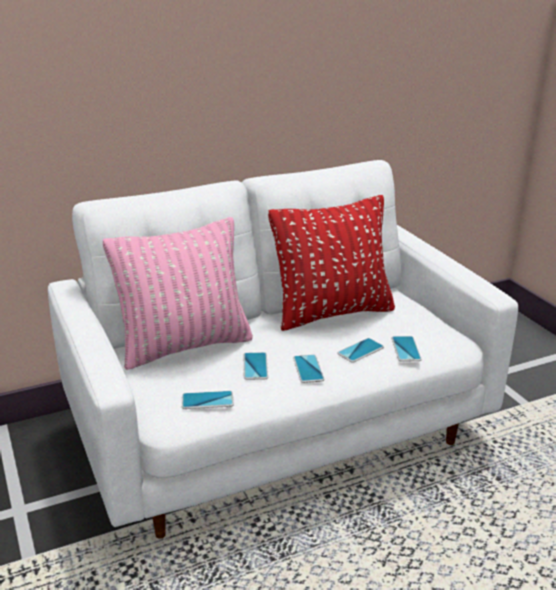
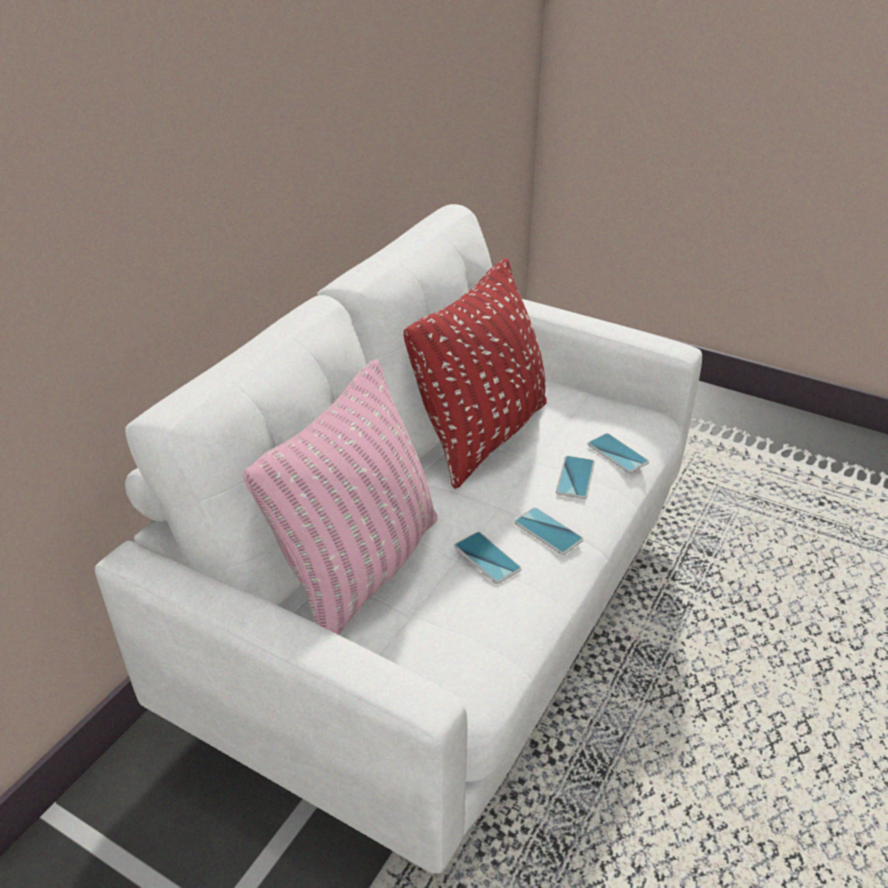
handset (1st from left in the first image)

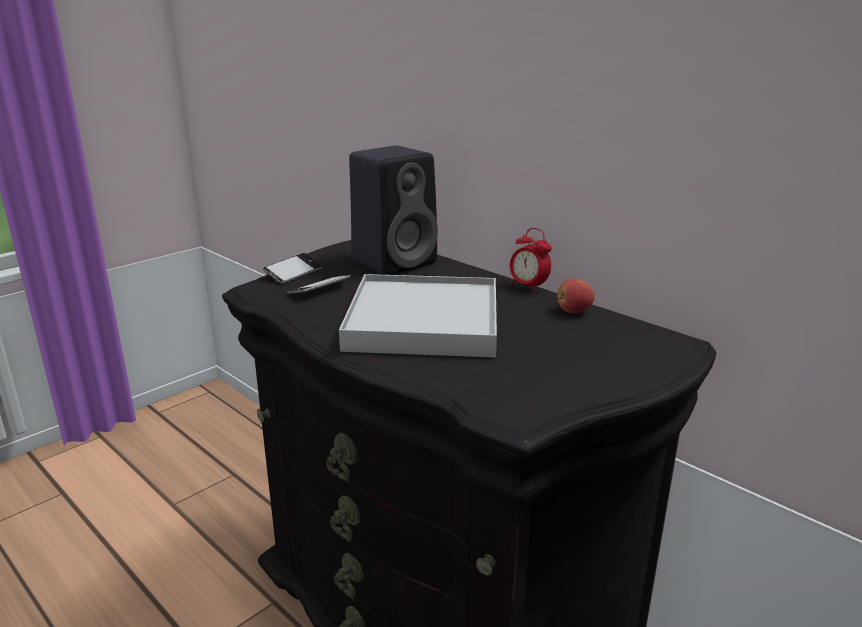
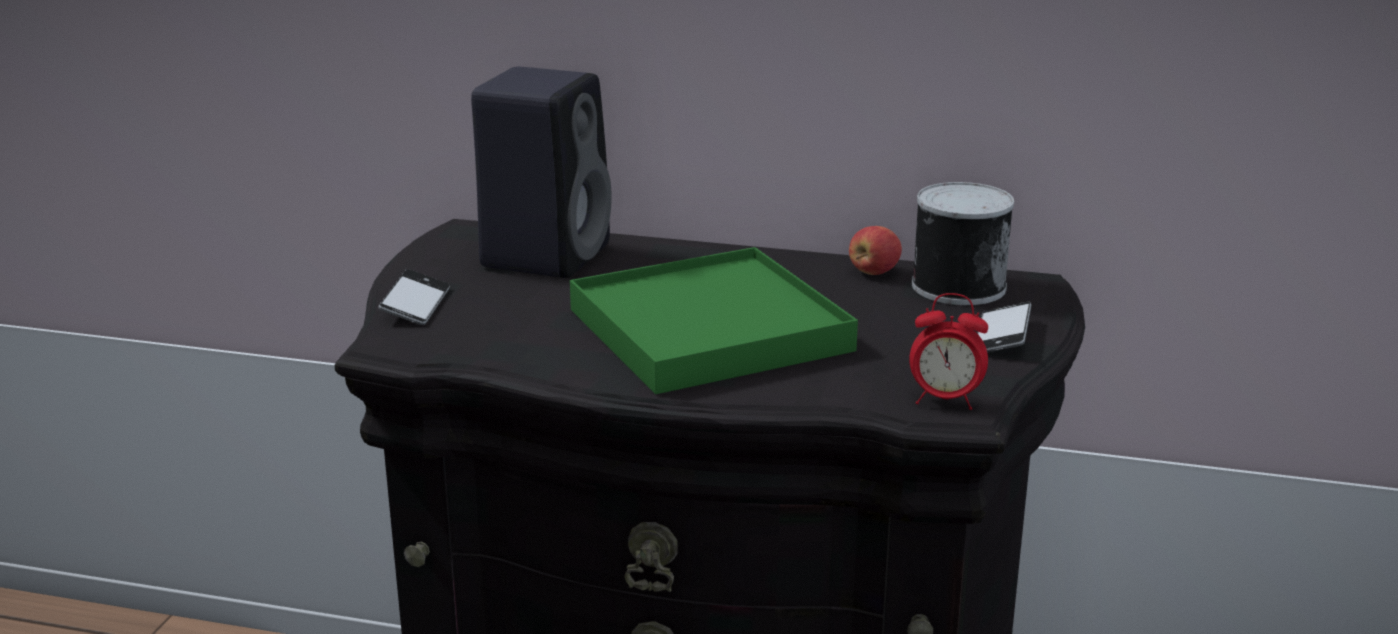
can; handset (2nd from left); table clock; serving tray in green

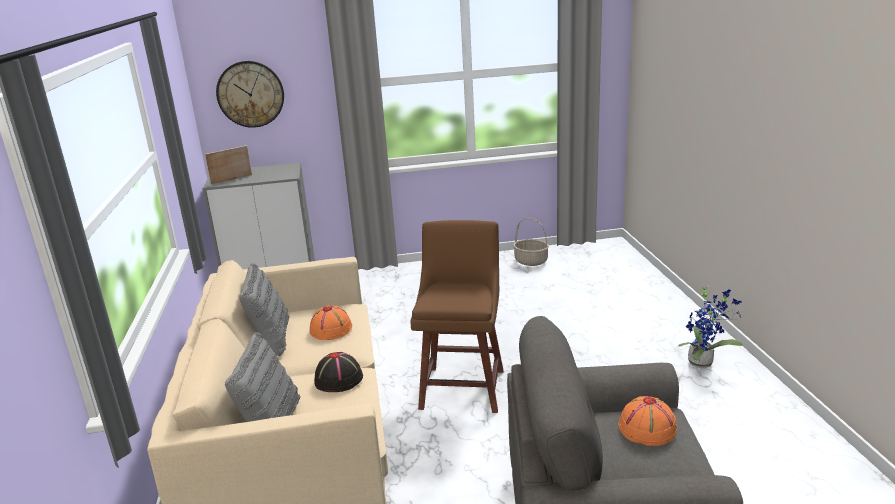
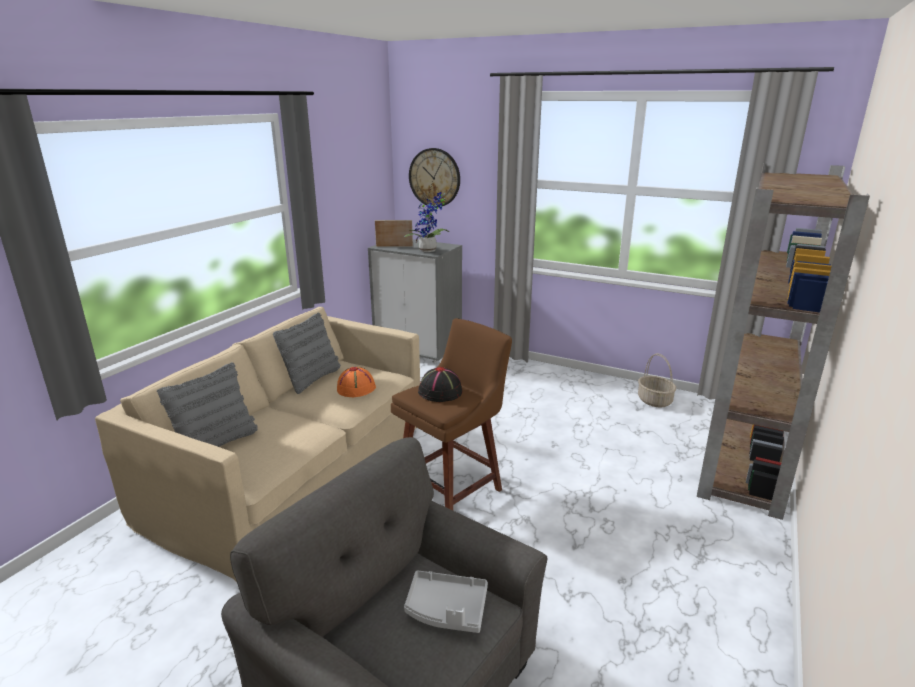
bookcase in brown-coloured; wearable hat in black-coloured; plant in a pot; serving tray in grey

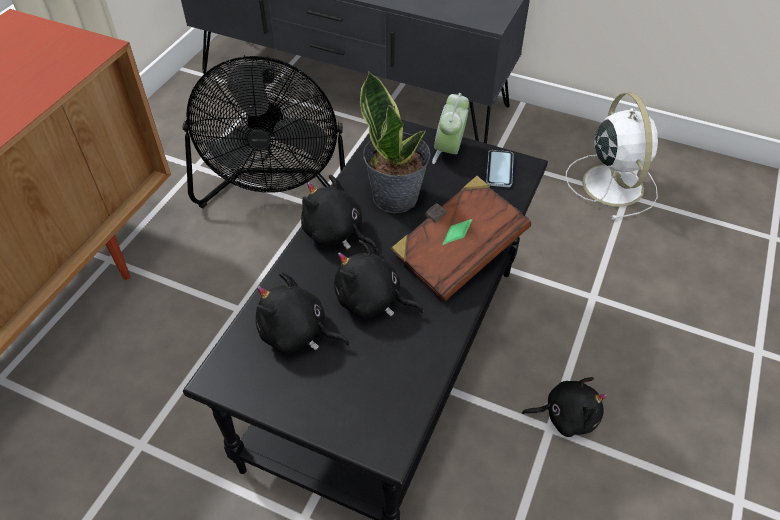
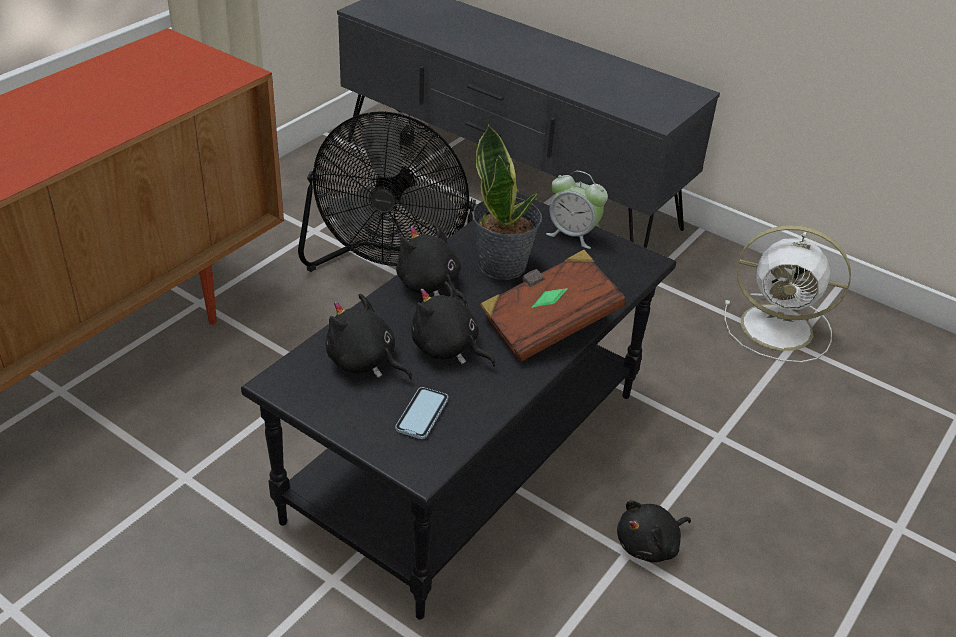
handset; table clock; soft toy in black-coloured (4th from left); cooling fan in white-coloured

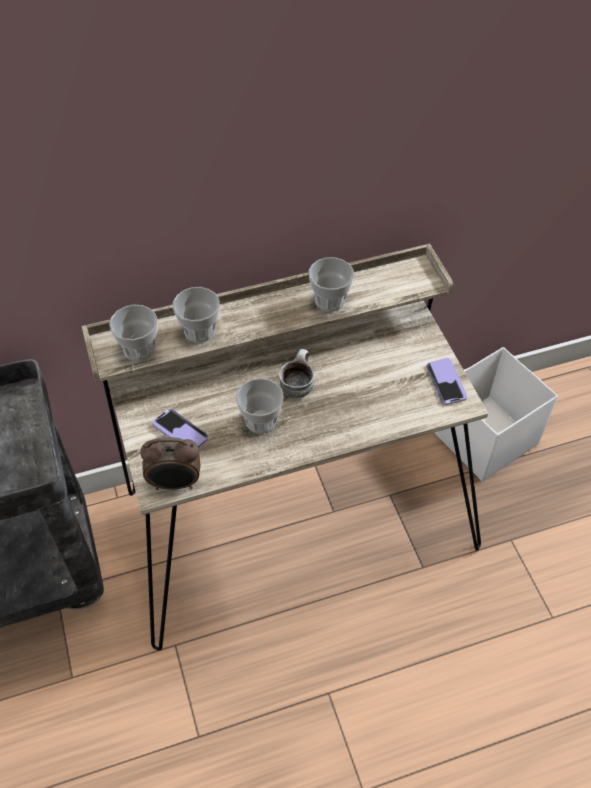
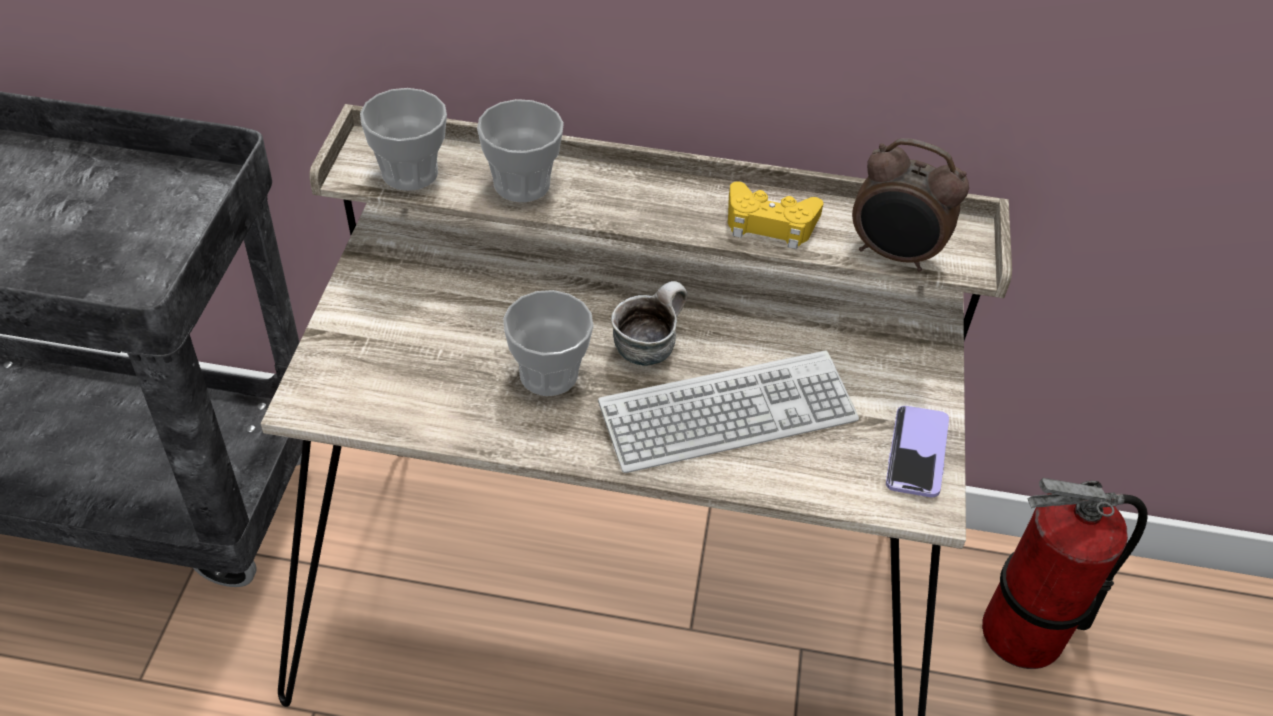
handset (1st from left in the first image); keyboard; table clock; game controller in yellow-coloured; extinguisher

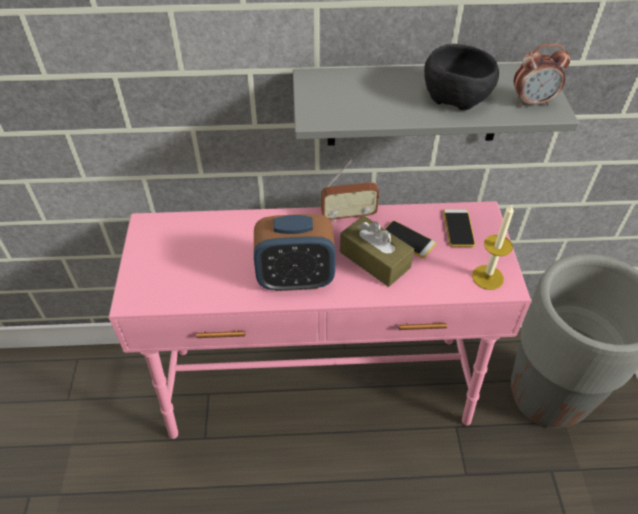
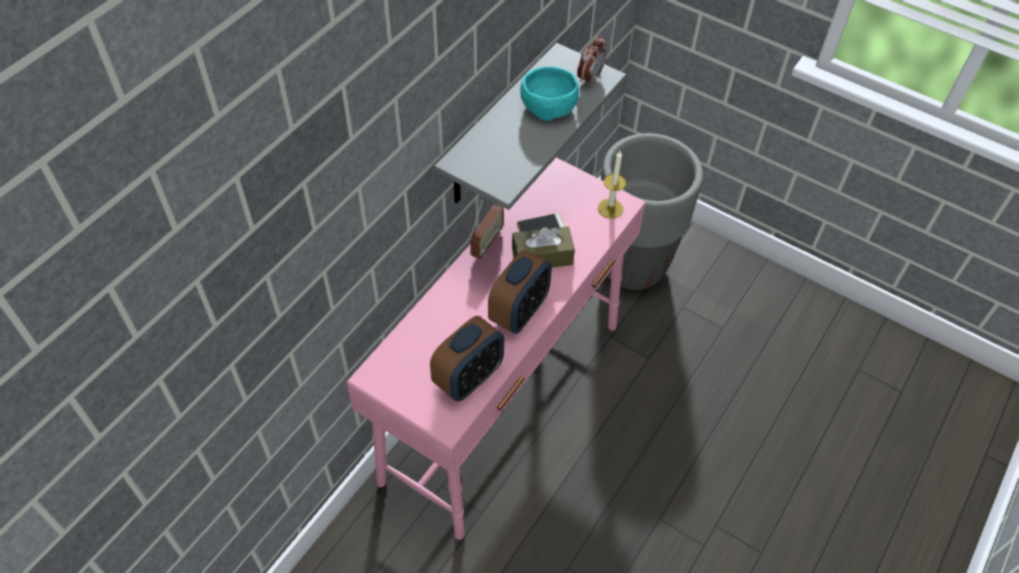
handset (2nd from left in the first image); table clock (1st from left); deep dish in turquoise

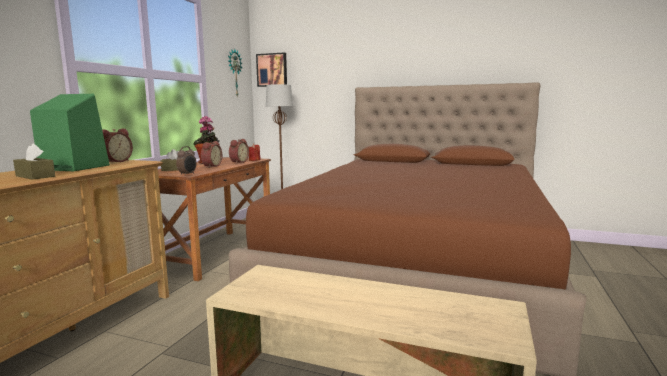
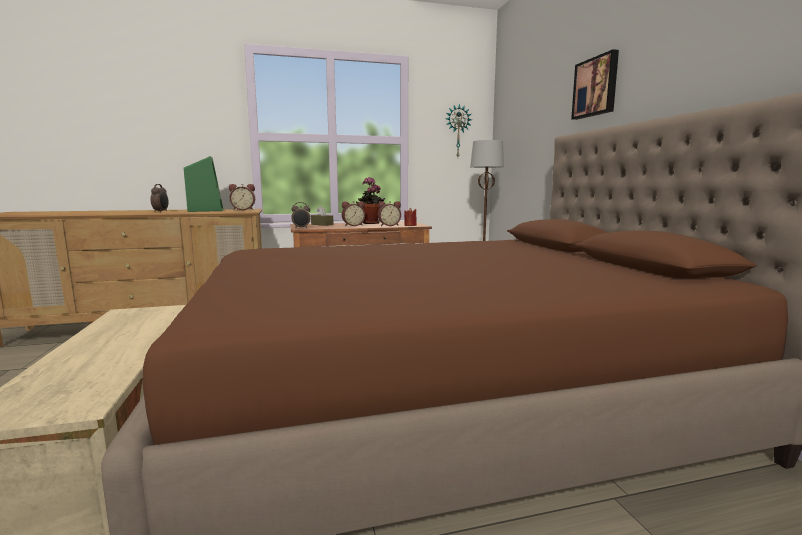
picture; table clock (1st from left)

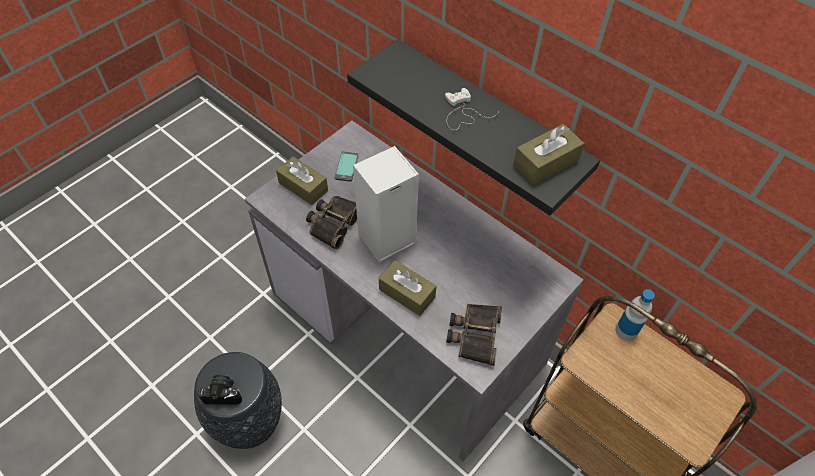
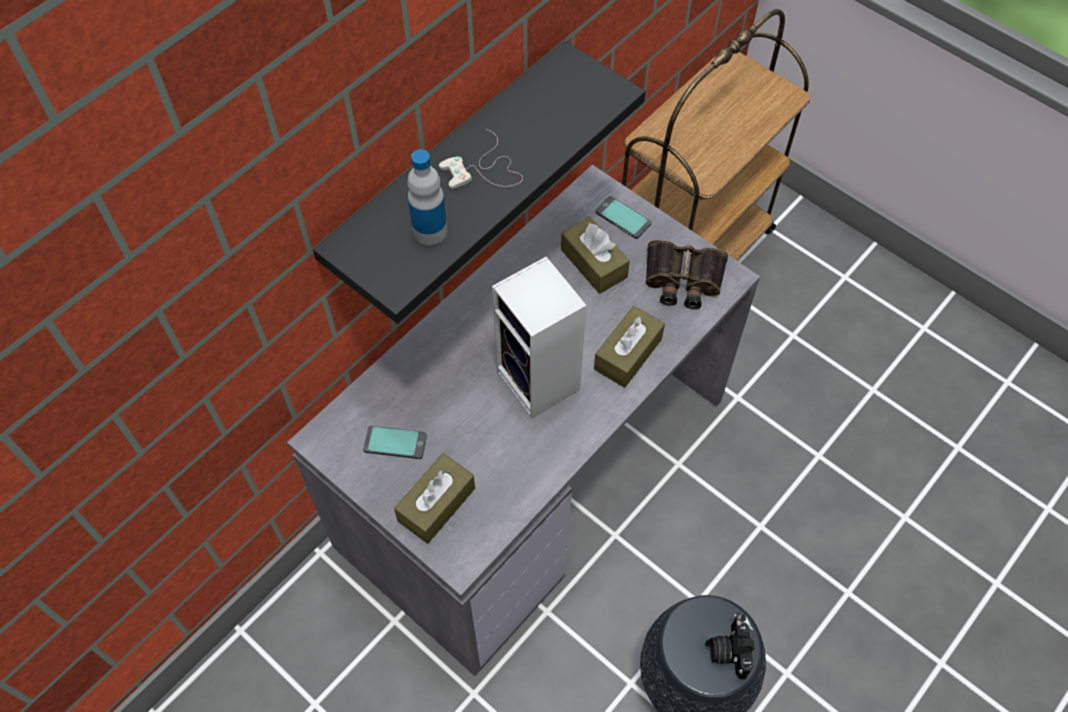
pair of binoculars (1st from left in the first image); handset (2nd from left); tissue holder in brown-coloured (2nd from left); bottle

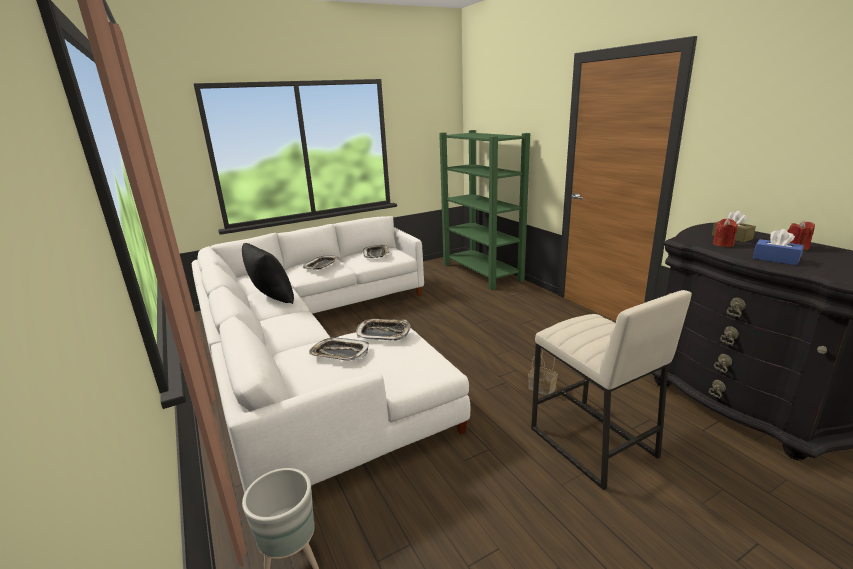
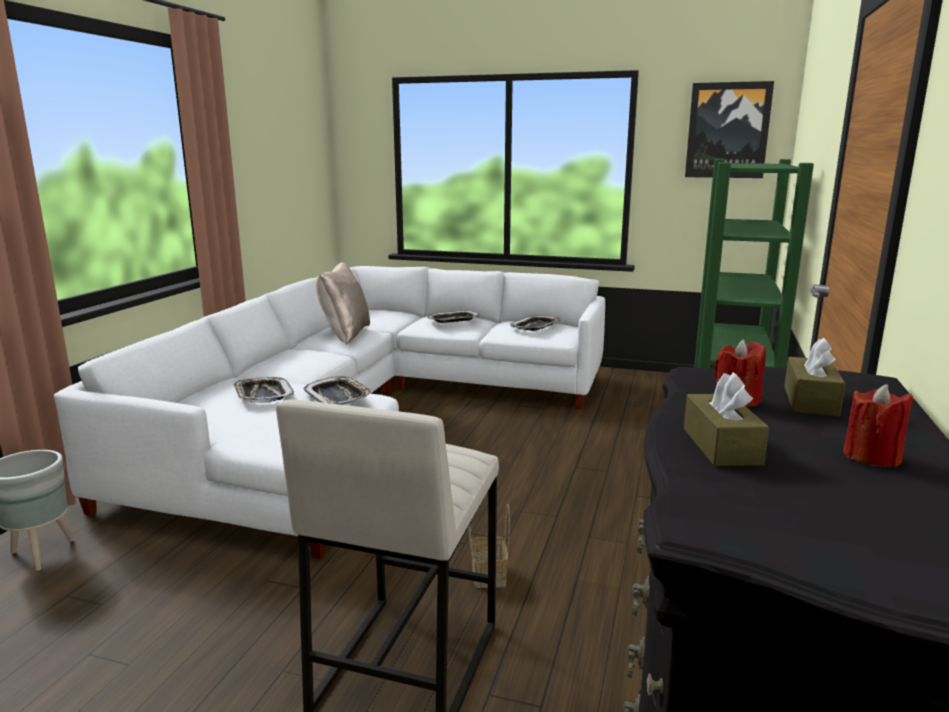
picture; throw pillow in sand-coloured; tissue holder in brown-coloured (1st from left)

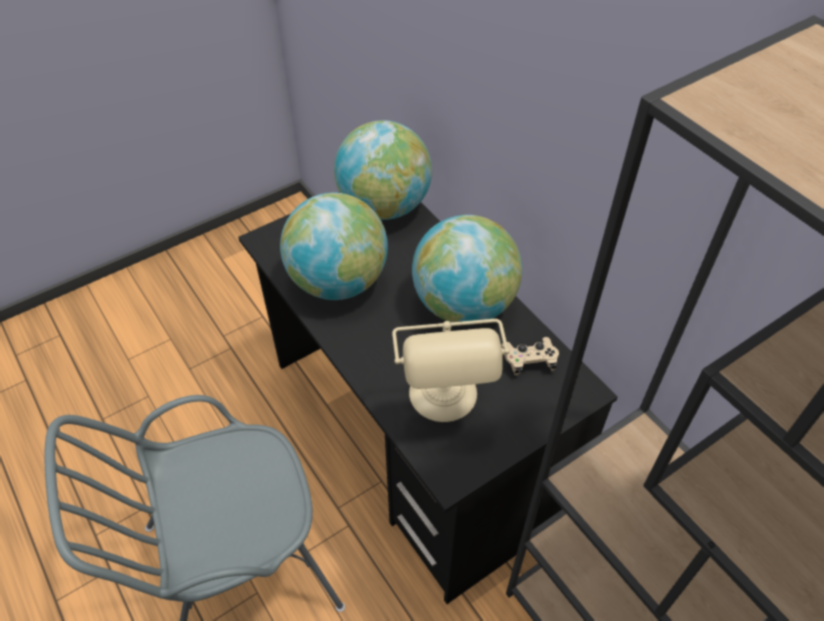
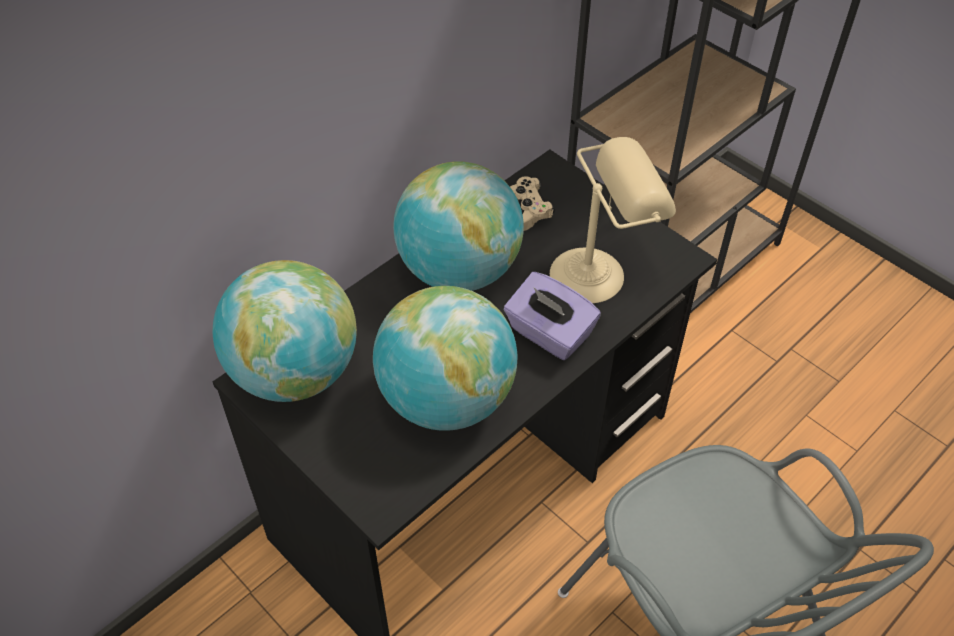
tissue holder in purple-coloured

